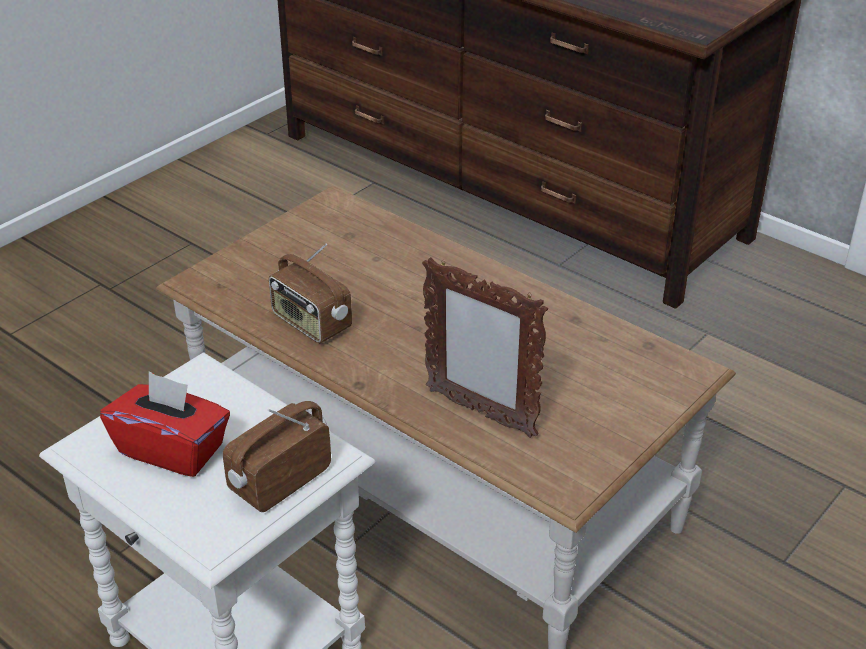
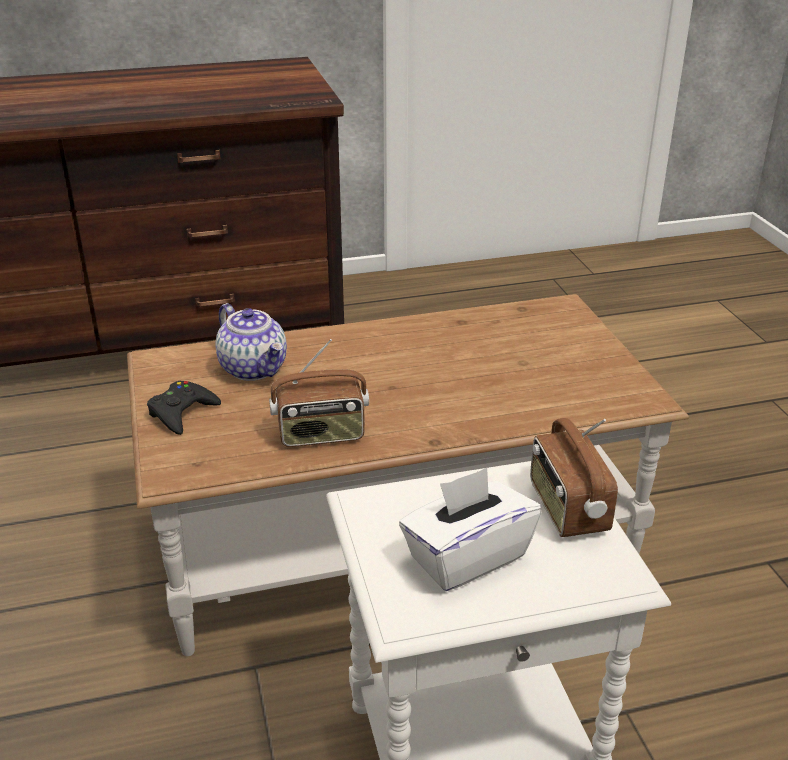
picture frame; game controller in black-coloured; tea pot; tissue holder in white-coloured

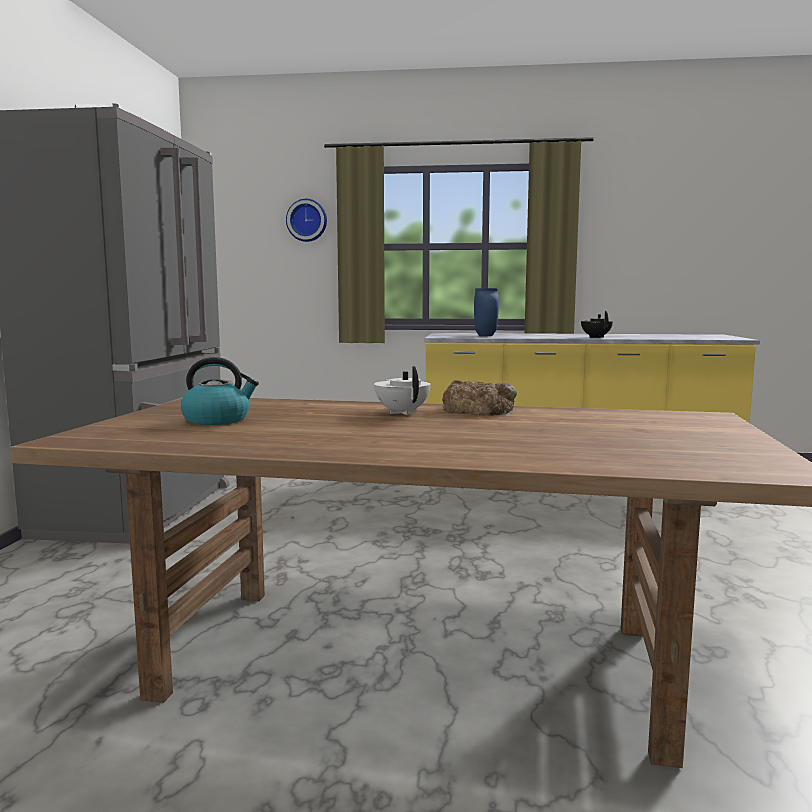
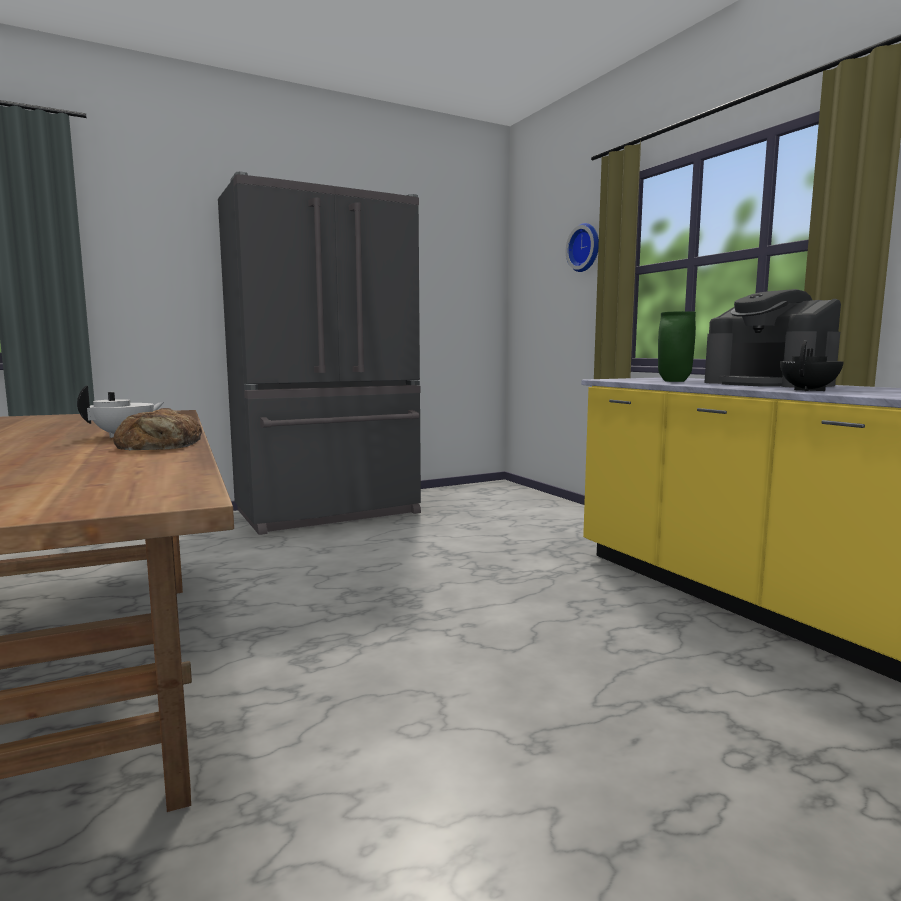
water kettle; coffee maker; flower vase in green

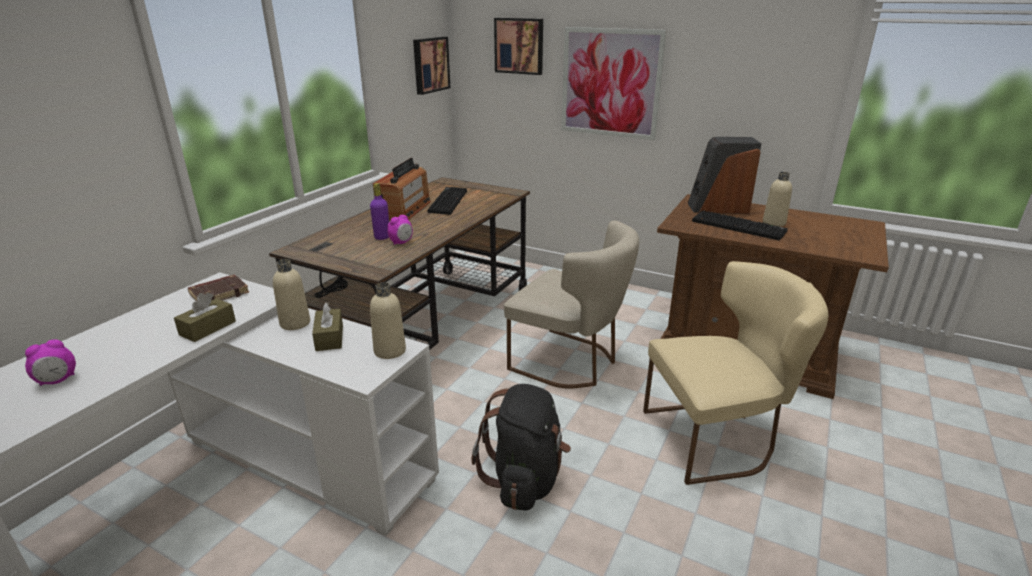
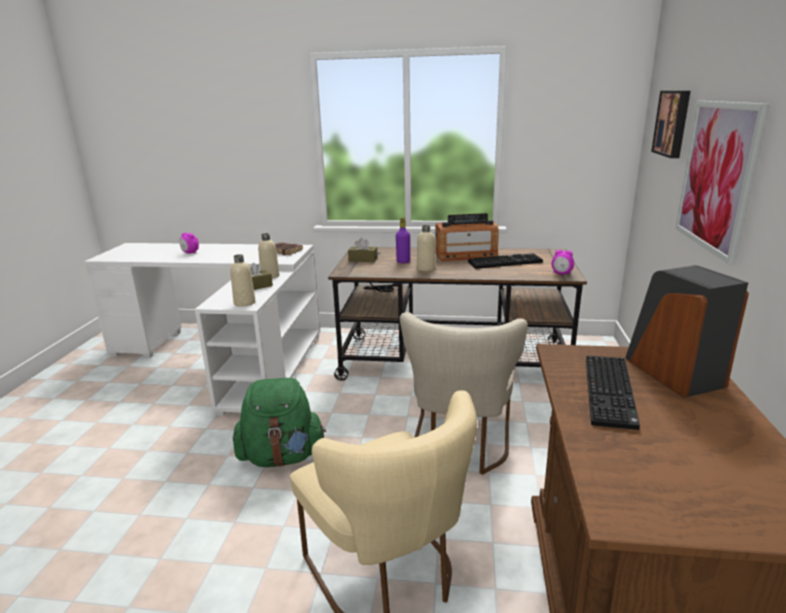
picture (1st from left in the first image); tissue holder in brown-coloured (2nd from left); table clock (2nd from left); bottle in sand-coloured (3rd from left); rucksack in green

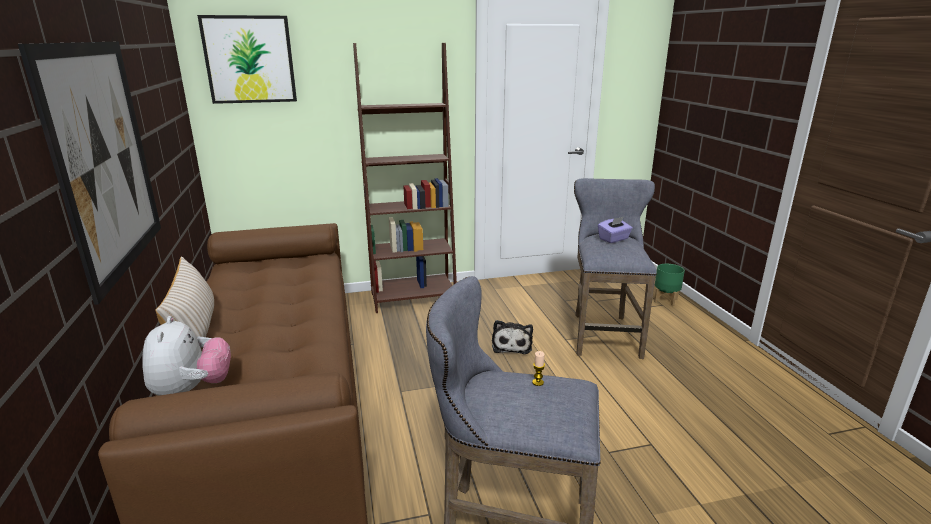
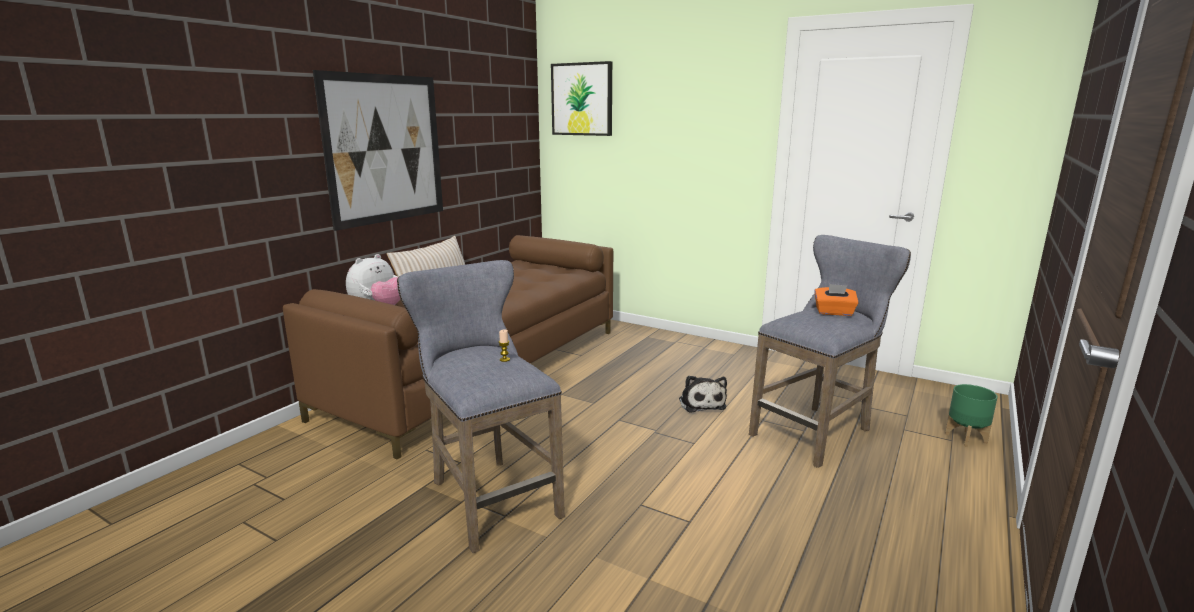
bookcase in brown-coloured; tissue holder in orange-coloured; soft toy (2nd from left)

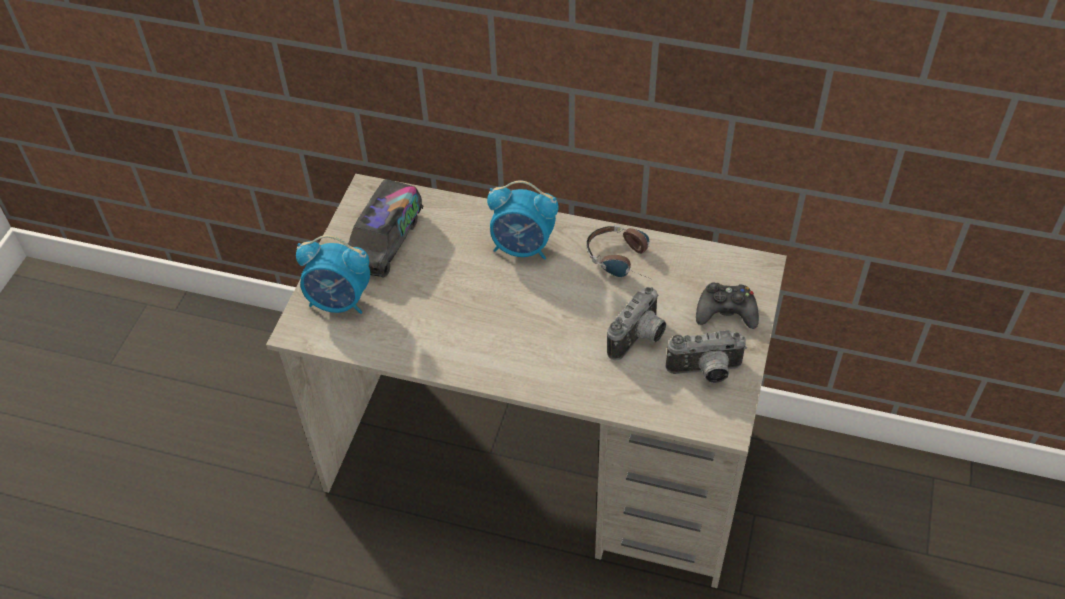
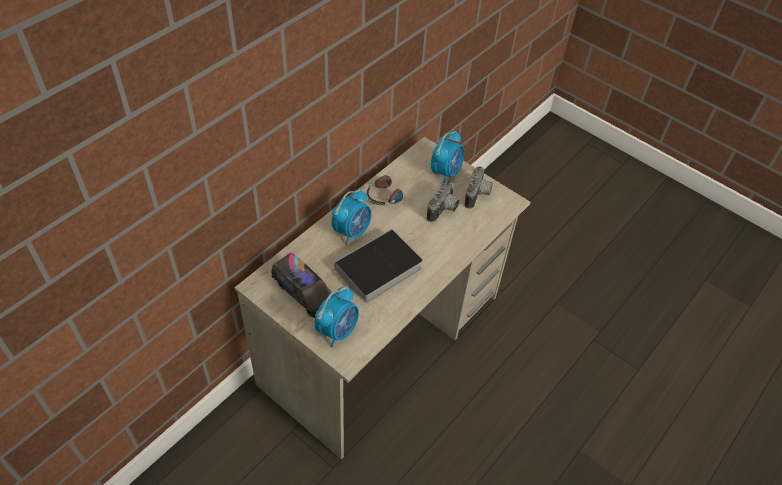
bound book; table clock (3rd from left); photo camera (1st from left)

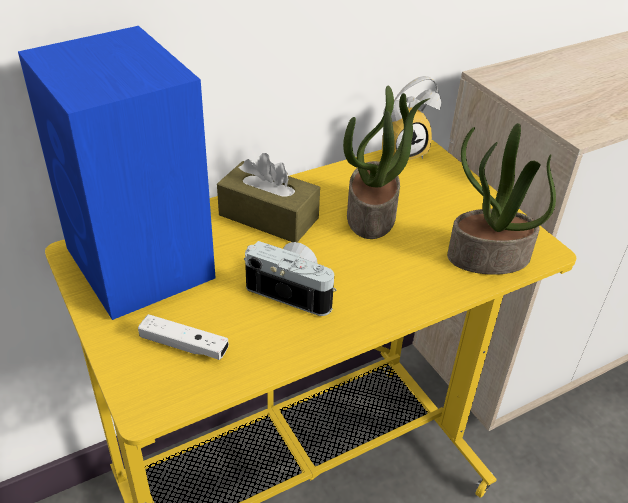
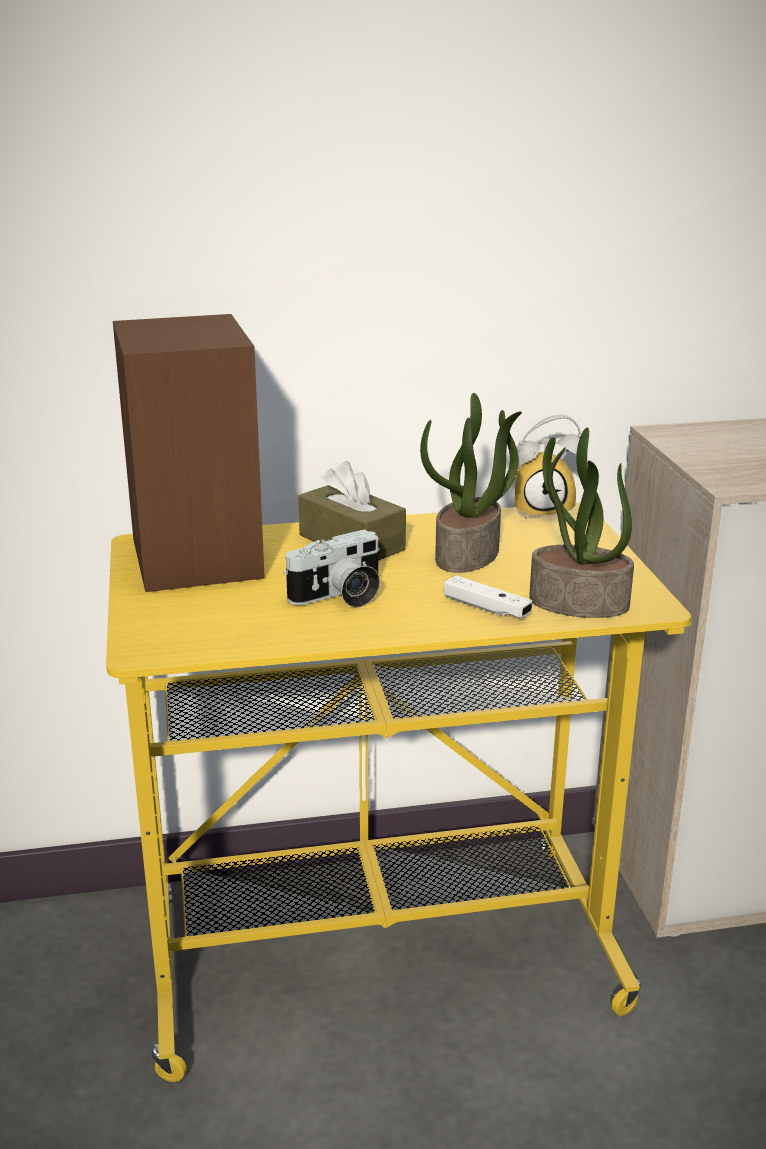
game controller in white-coloured; speaker in brown-coloured; photo camera

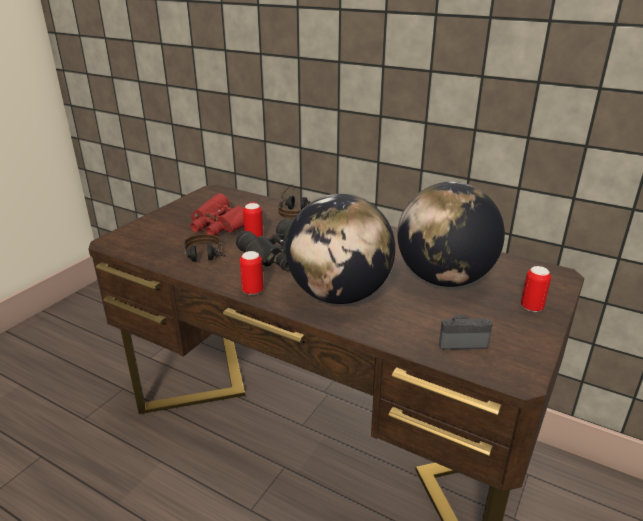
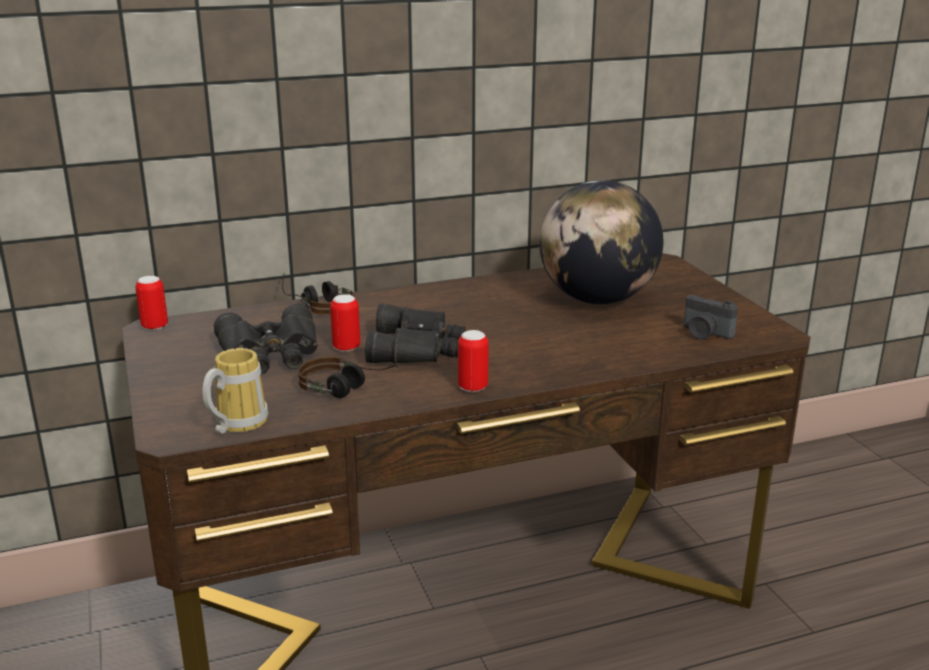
globe (1st from left in the first image); mug; can (1st from left); pair of binoculars in black-coloured (1st from left); photo camera

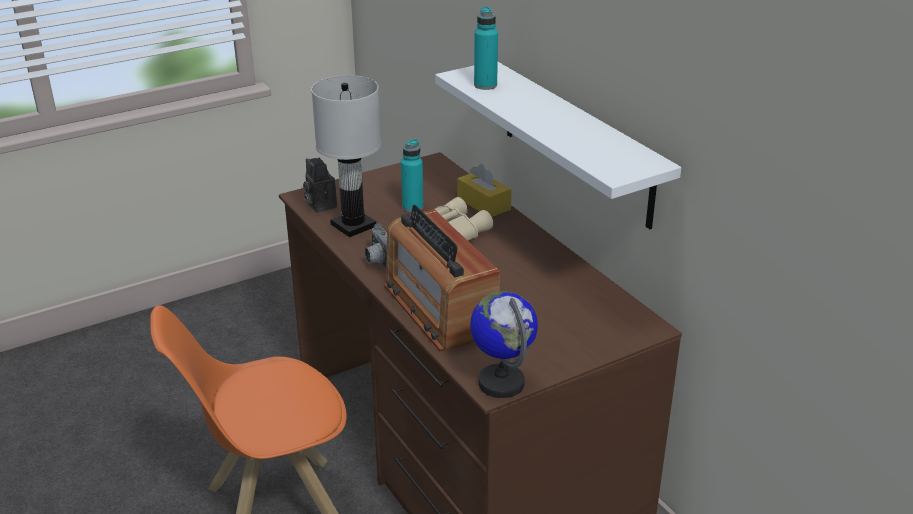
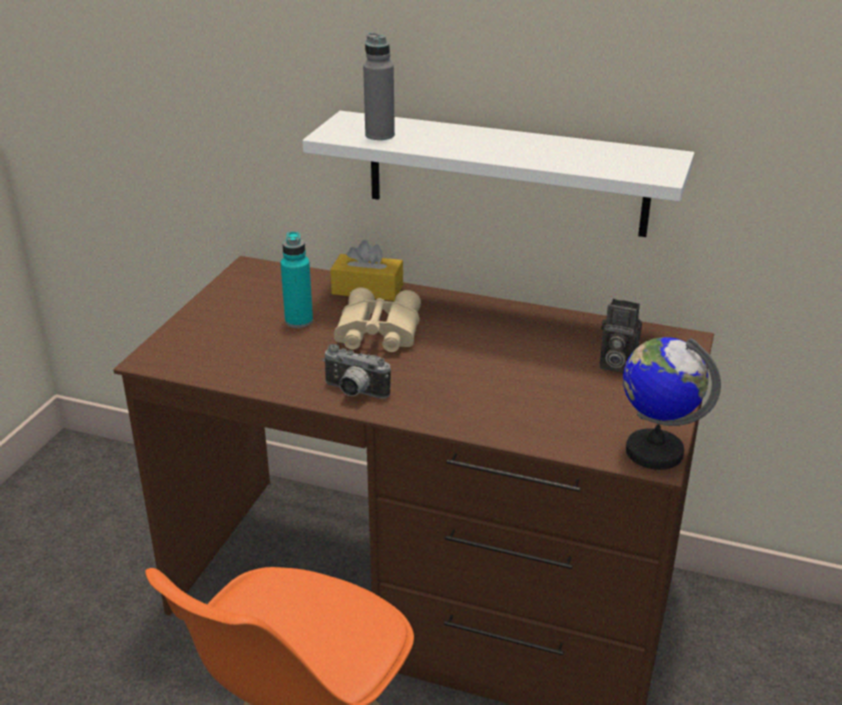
lamp for a table in white-coloured; radio receiver; photo camera (2nd from left); bottle in grey

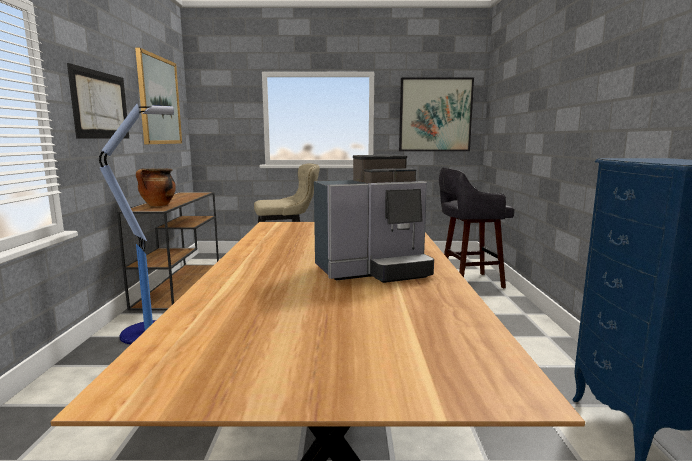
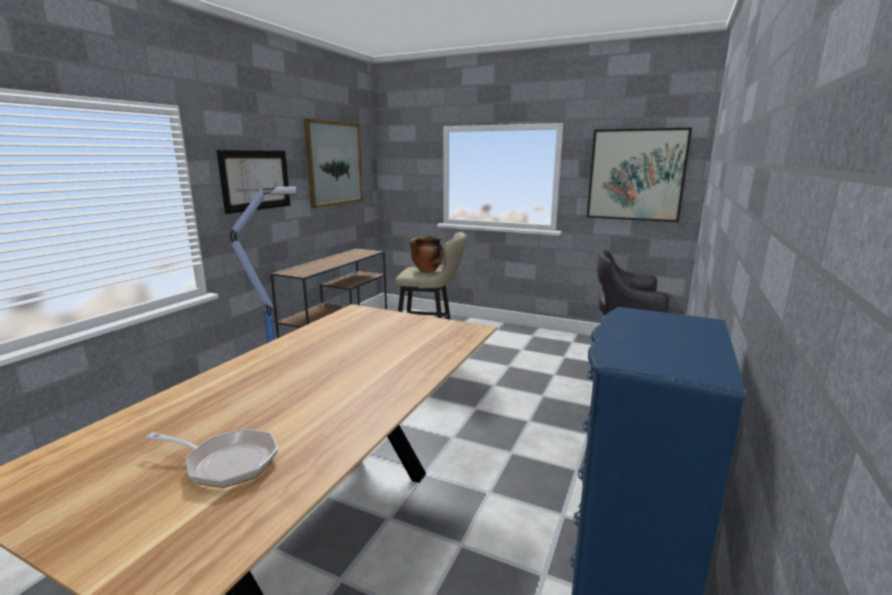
coffee maker; skillet; saucepot

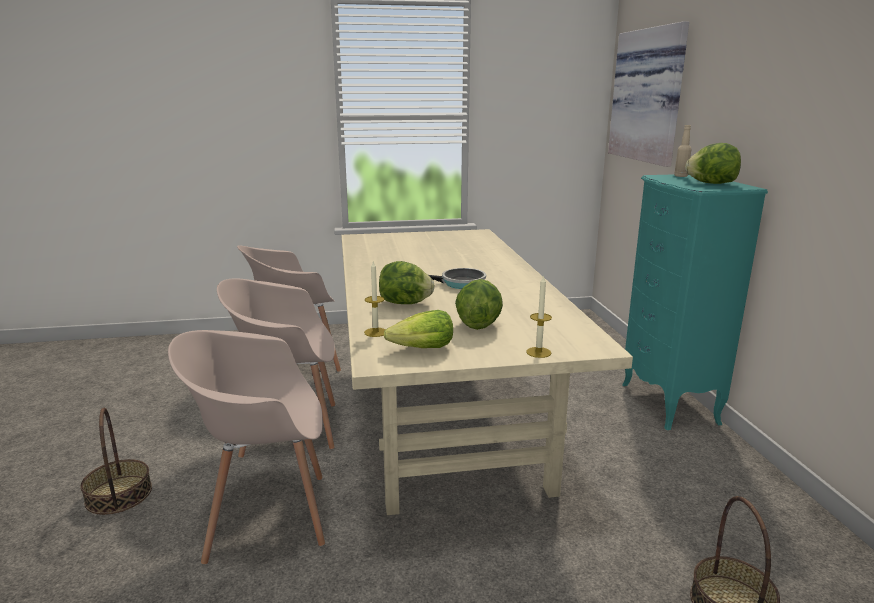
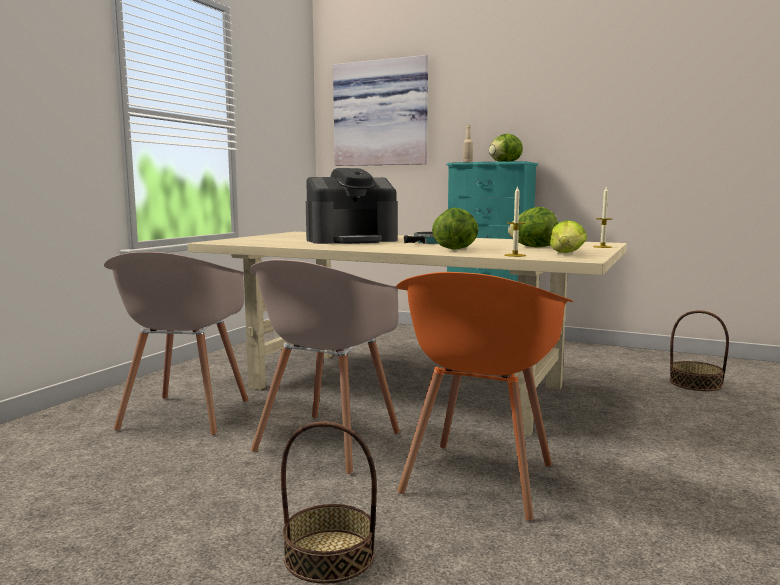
coffee maker; plain chair in orange-coloured

